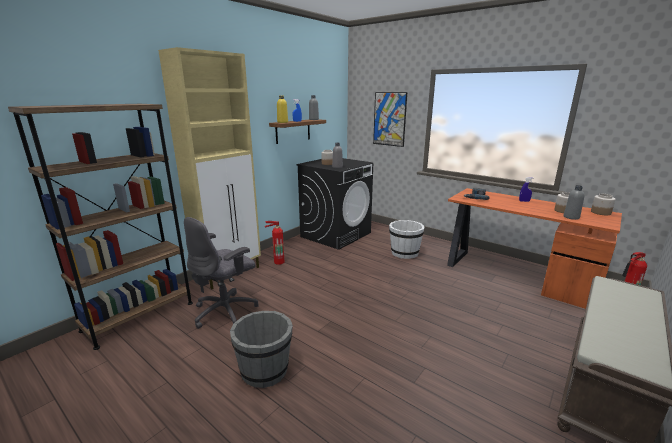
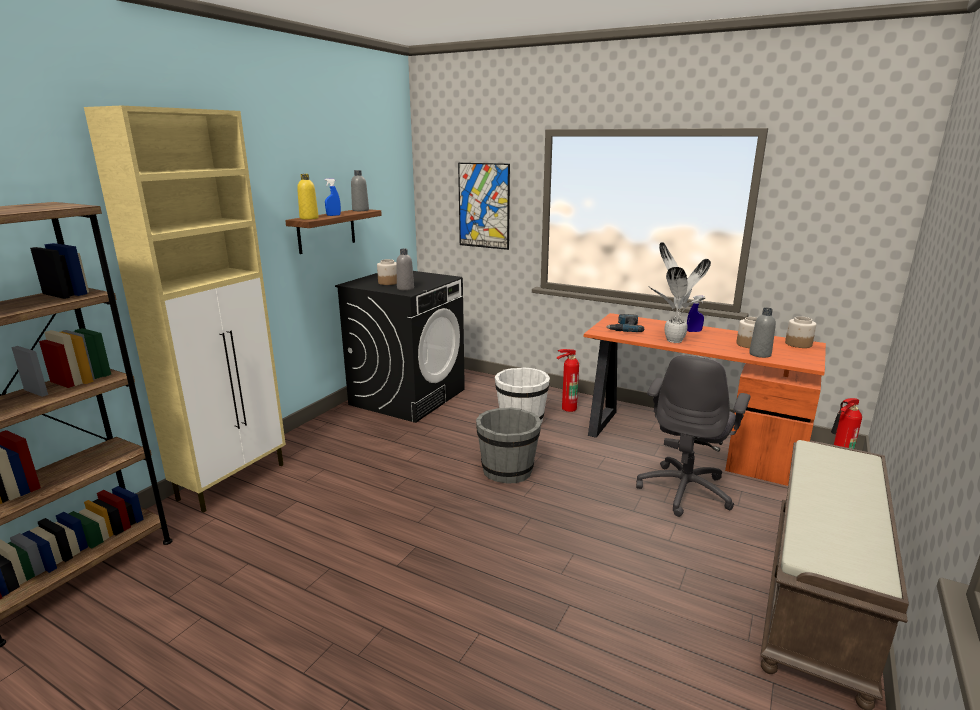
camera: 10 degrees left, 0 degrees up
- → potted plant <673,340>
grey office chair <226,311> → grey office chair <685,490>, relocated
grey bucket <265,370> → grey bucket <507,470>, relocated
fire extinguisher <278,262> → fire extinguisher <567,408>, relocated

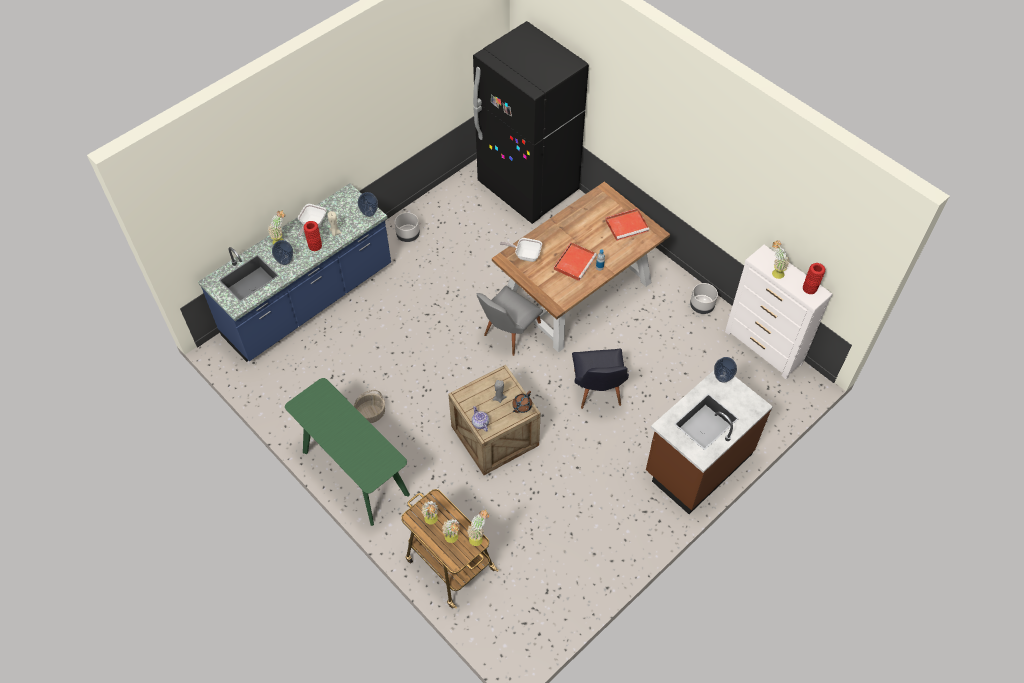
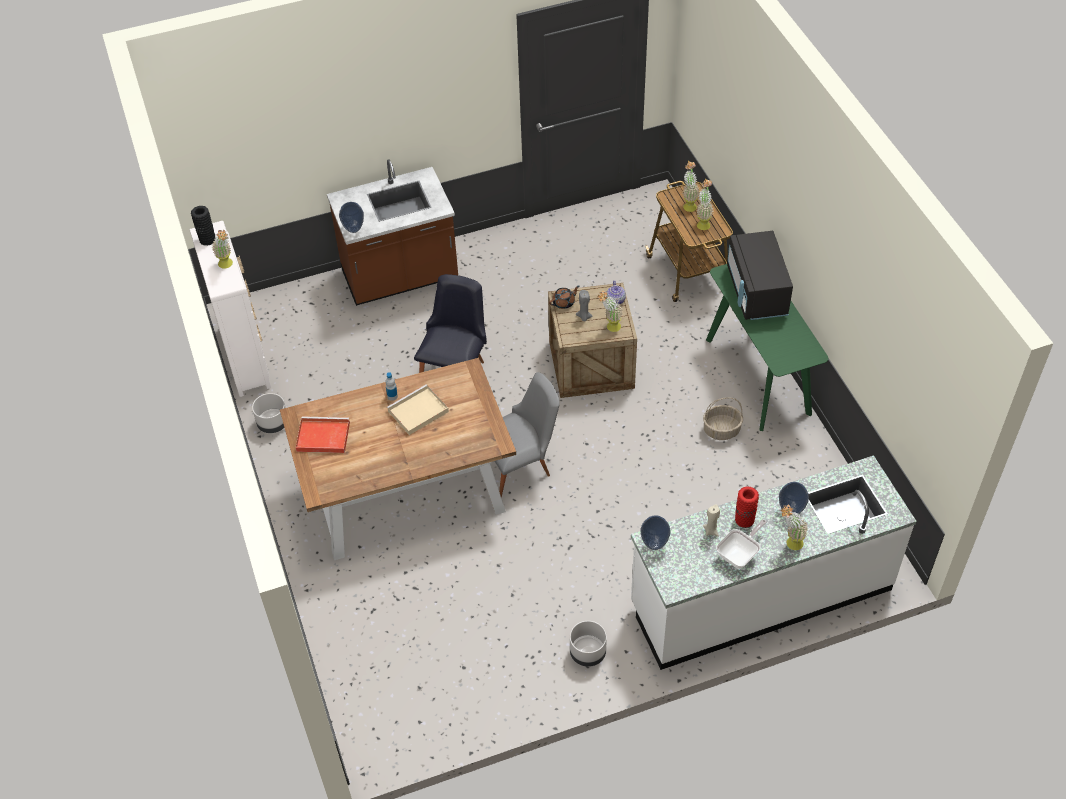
camera: 155 degrees left, 5 degrees down
black fridge <528,188> → -
frying pan <525,255> → -
- → black microwave <756,292>
potted plant <478,537> → potted plant <610,327>, relocated
blue counter <309,302> → white counter <760,596>
red tray <575,262> → beige tray <417,412>
red vase <809,288> → black vase <207,239>

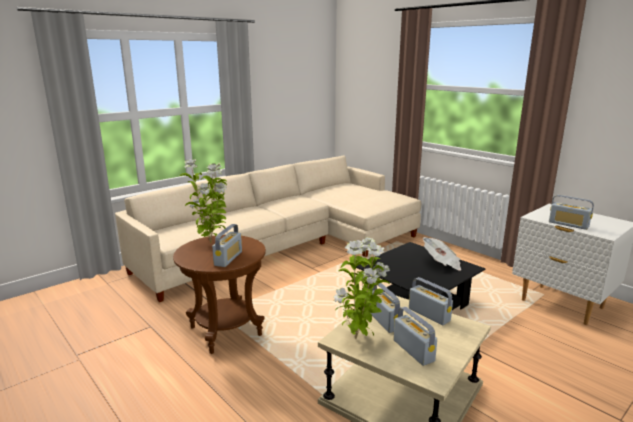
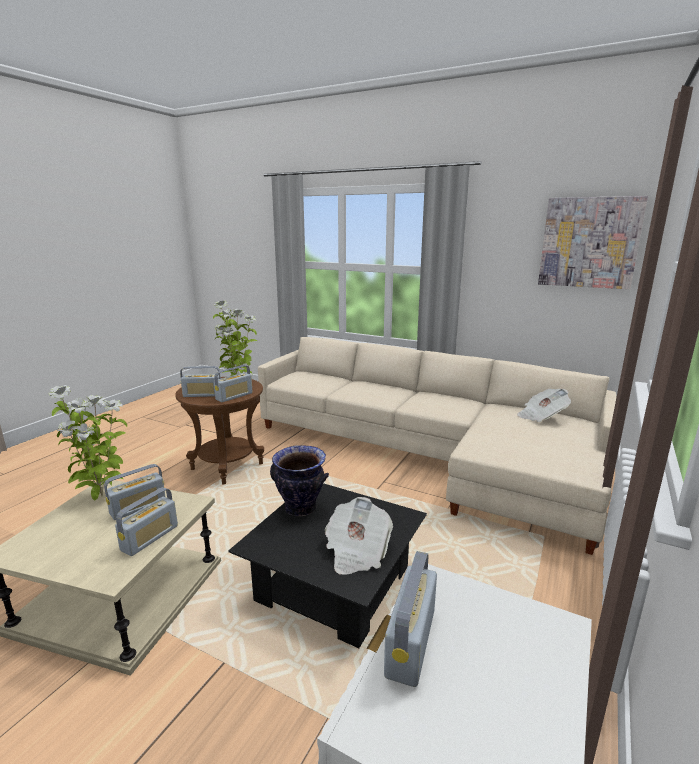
camera: 70 degrees right, 0 degrees up
- → vase <300,508>
- → newspaper <541,416>
- → picture <589,243>
radio <413,350> → radio <234,396>, relocated

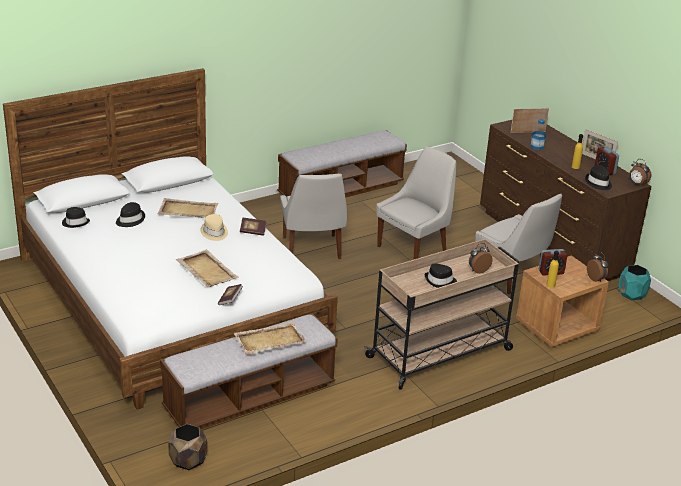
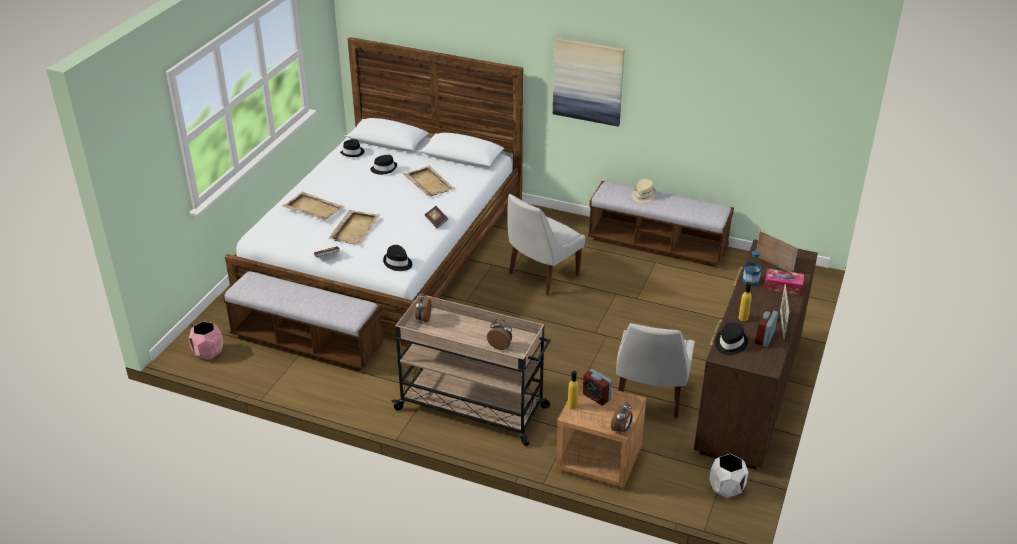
camera: 55 degrees right, 5 degrees up
white chair <414,248> → -
- → picture <588,81>
- → tissue box <783,286>
beige hat <214,232> → beige hat <643,195>, relocated
beige tray <269,340> → beige tray <313,208>, relocated
black hat <440,281> → black hat <398,263>, relocated
alarm clock <637,184> → alarm clock <423,319>, relocated
brown planter <187,461> → pink planter <208,352>
turquoise planter <632,295> → white planter <726,488>

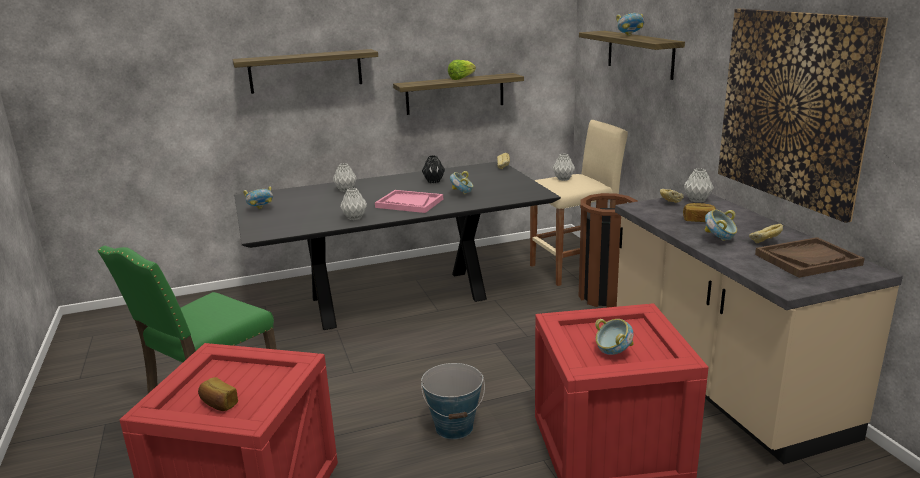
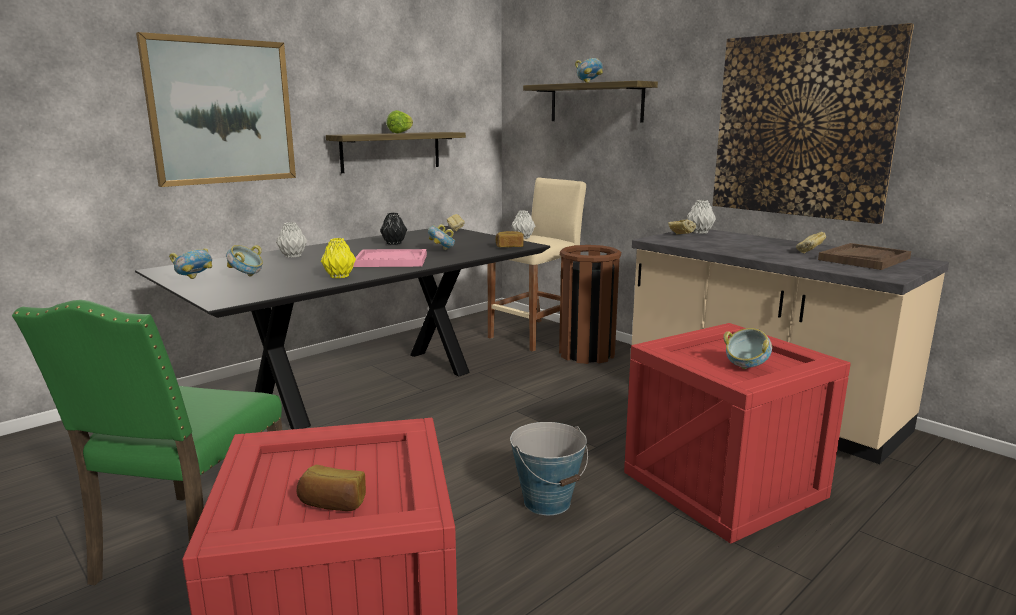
camera: 25 degrees left, 5 degrees down
bread <698,220> → bread <510,247>, relocated
bowl <719,240> → bowl <246,276>, relocated
shelf <305,71> → picture <222,112>
grey vase <355,218> → yellow vase <340,276>

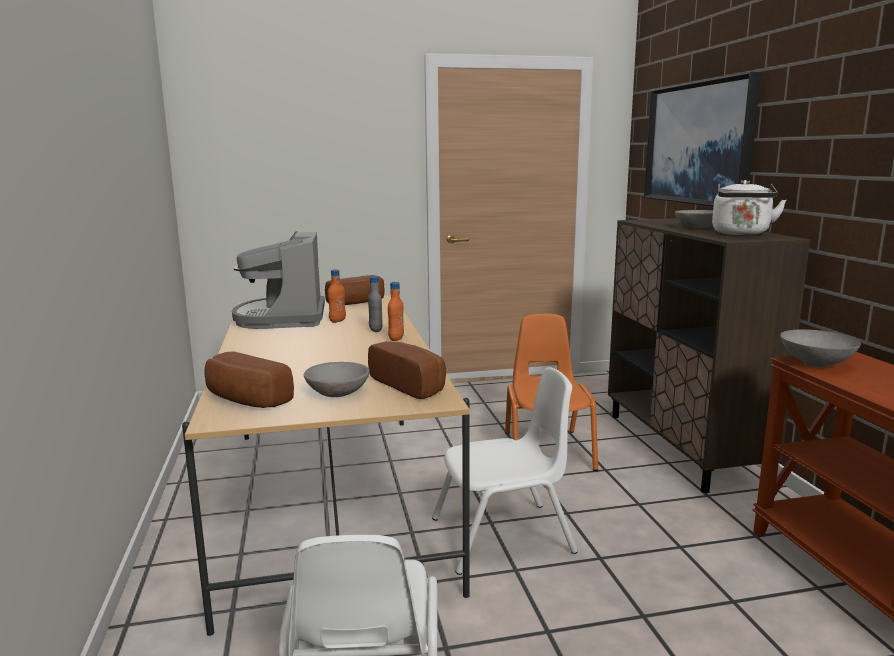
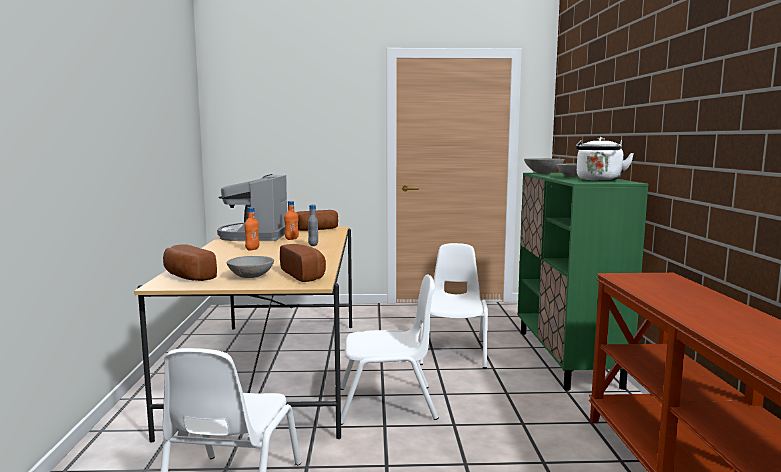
camera: 10 degrees right, 5 degrees down
picture <698,143> → -
orange bottle <396,338> → orange bottle <252,249>, relocated
grey bowl <814,363> → grey bowl <542,173>, relocated
orange chair <547,450> → white chair <454,352>
brown cabinet <682,447> → green cabinet <567,358>

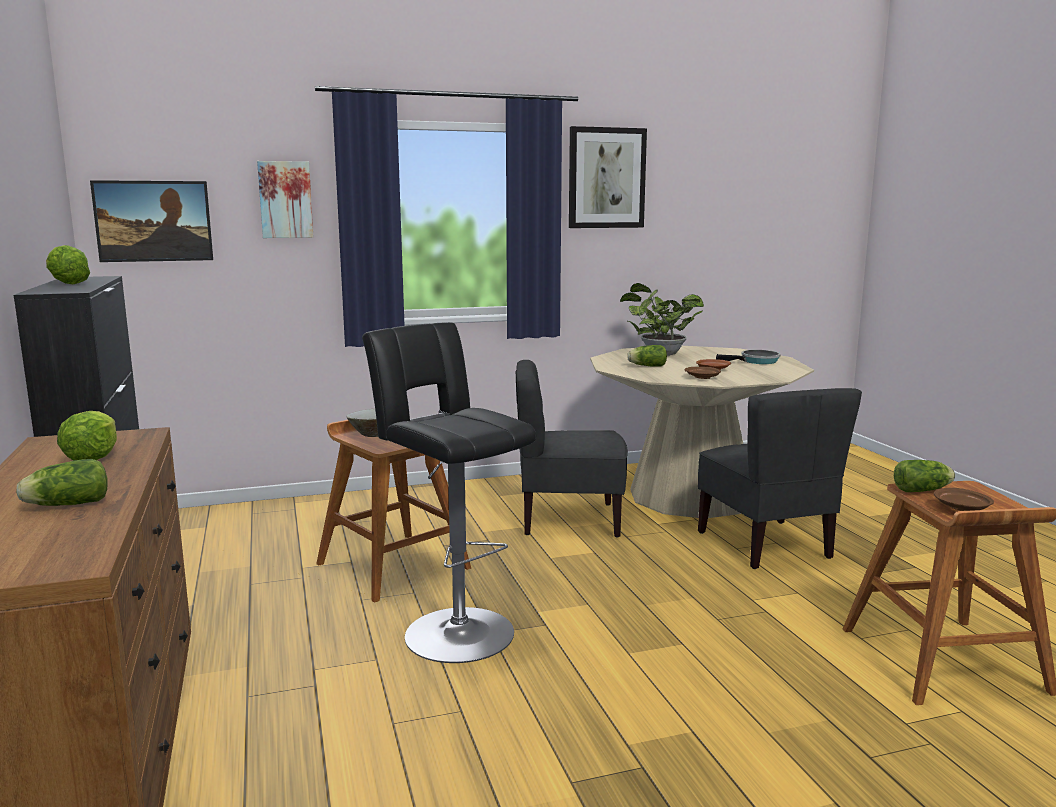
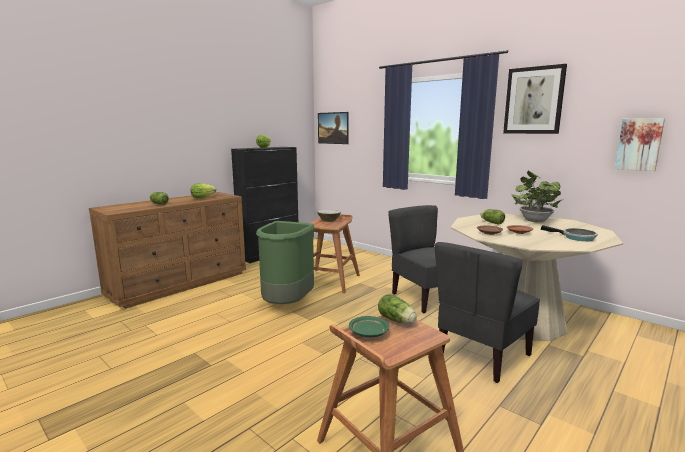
camera: 60 degrees right, 0 degrees up
picture <285,199> → picture <639,144>, relocated
black stool <454,631> → green trash can <287,305>
brown plate <962,508> → green plate <368,333>

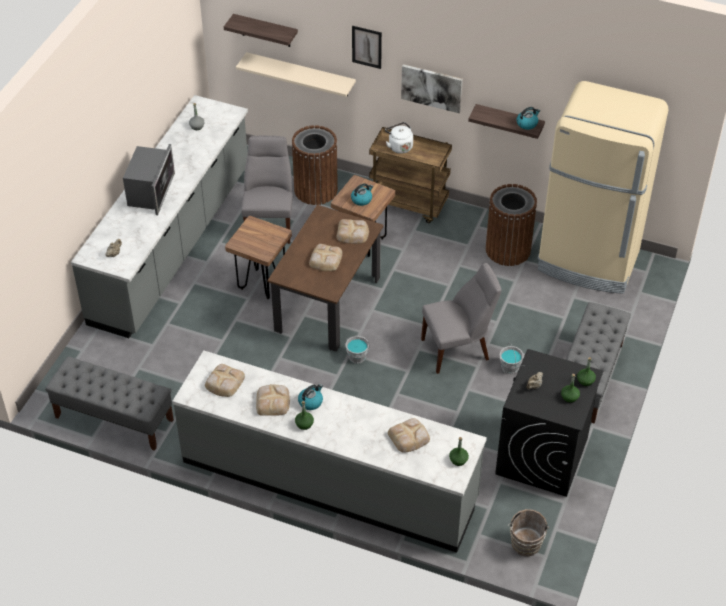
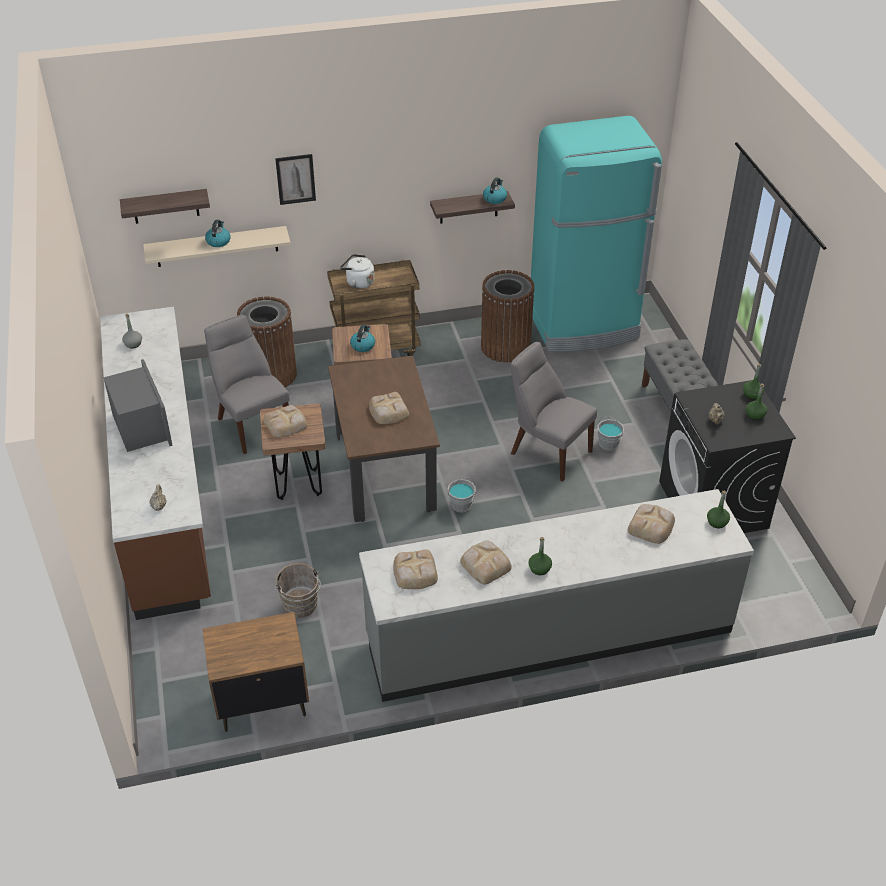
camera: 35 degrees left, 5 degrees down
picture <432,87> → -
kettle <310,402> → kettle <218,241>, relocated
bread <353,233> → bread <286,424>, relocated
brown bucket <525,546> → brown bucket <301,607>, relocated
grey bench <114,418> → brown nightstand <261,700>
grey counter <172,245> → brown counter <164,492>
beige fridge <588,262> → turquoise fridge <584,326>
grey chair <458,349> → grey chair <547,451>, 90 degrees counterclockwise

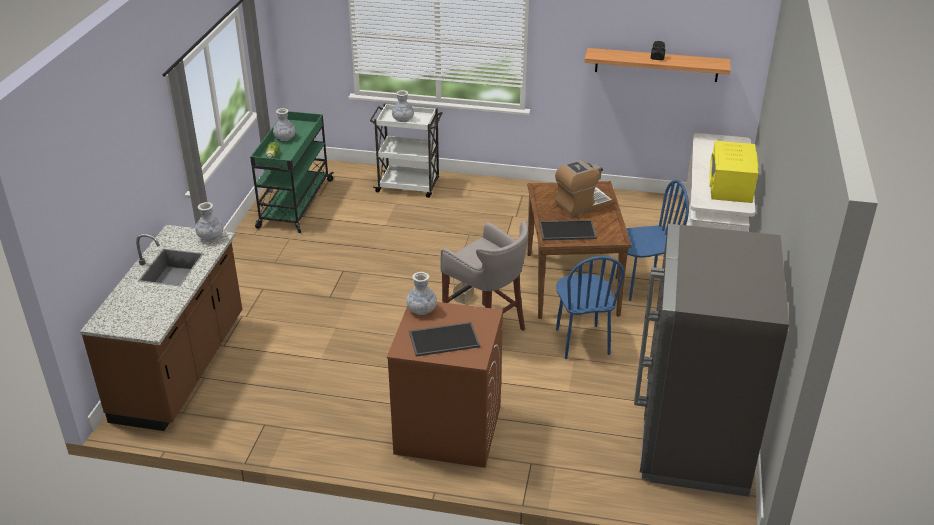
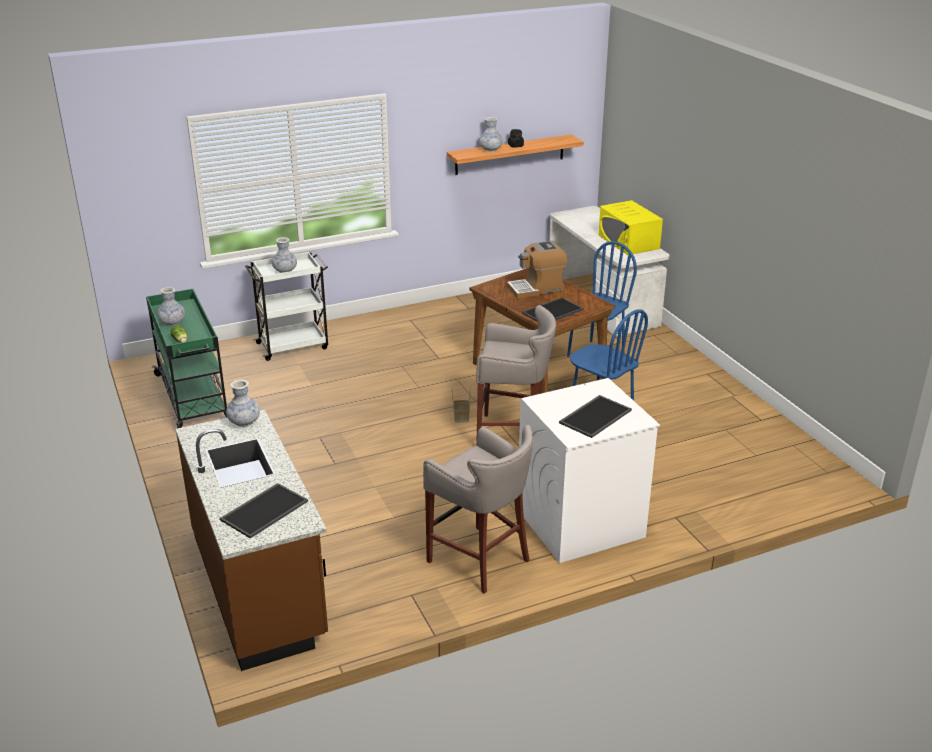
camera: 35 degrees left, 5 degrees down
grey fridge <693,439> → -
- → tray <264,510>
- → grey stool <481,561>
vase <421,310> → vase <490,149>, relocated
brown washing machine <447,430> → white washing machine <579,523>
coffee machine <582,204> → coffee machine <536,289>, 135 degrees counterclockwise

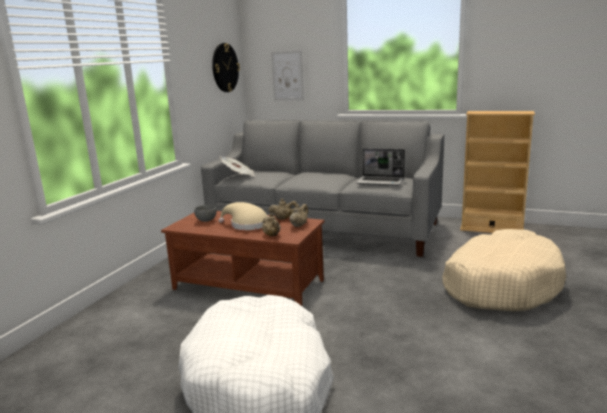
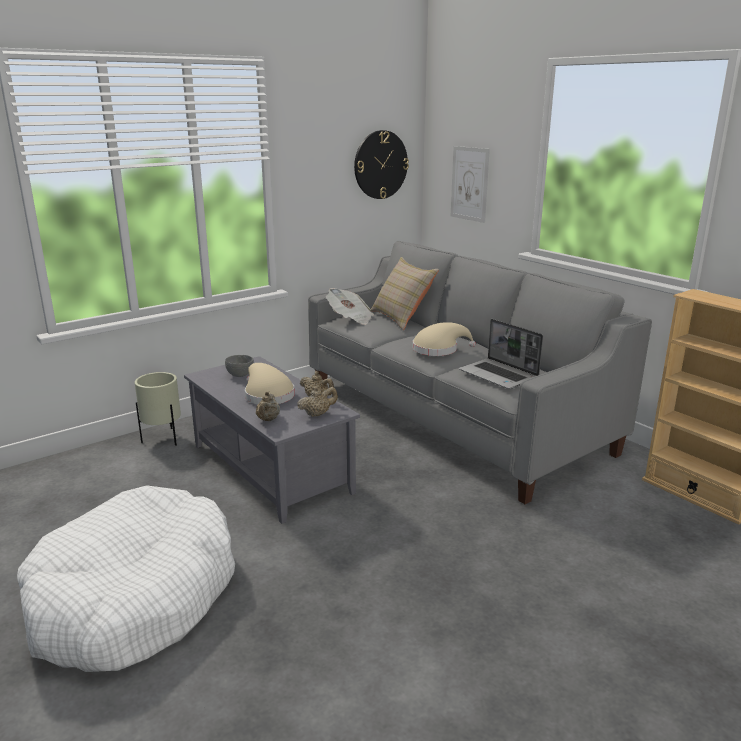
camera: 30 degrees right, 5 degrees up
beige dog bed <500,285> → -
- → beige planter <162,439>
- → beige pillow <401,318>
- → beige hat <438,349>
brown coffee table <249,284> → grey coffee table <272,468>

